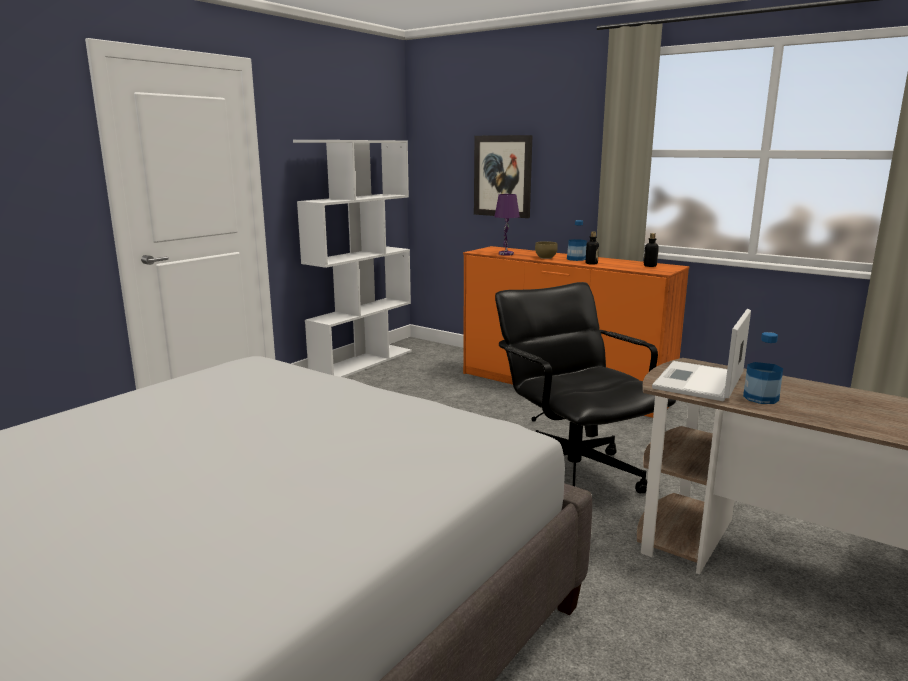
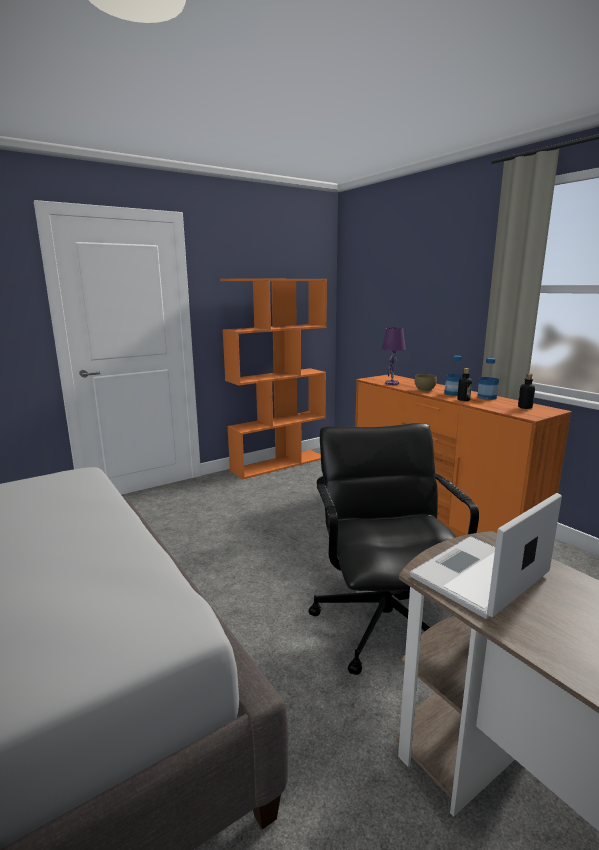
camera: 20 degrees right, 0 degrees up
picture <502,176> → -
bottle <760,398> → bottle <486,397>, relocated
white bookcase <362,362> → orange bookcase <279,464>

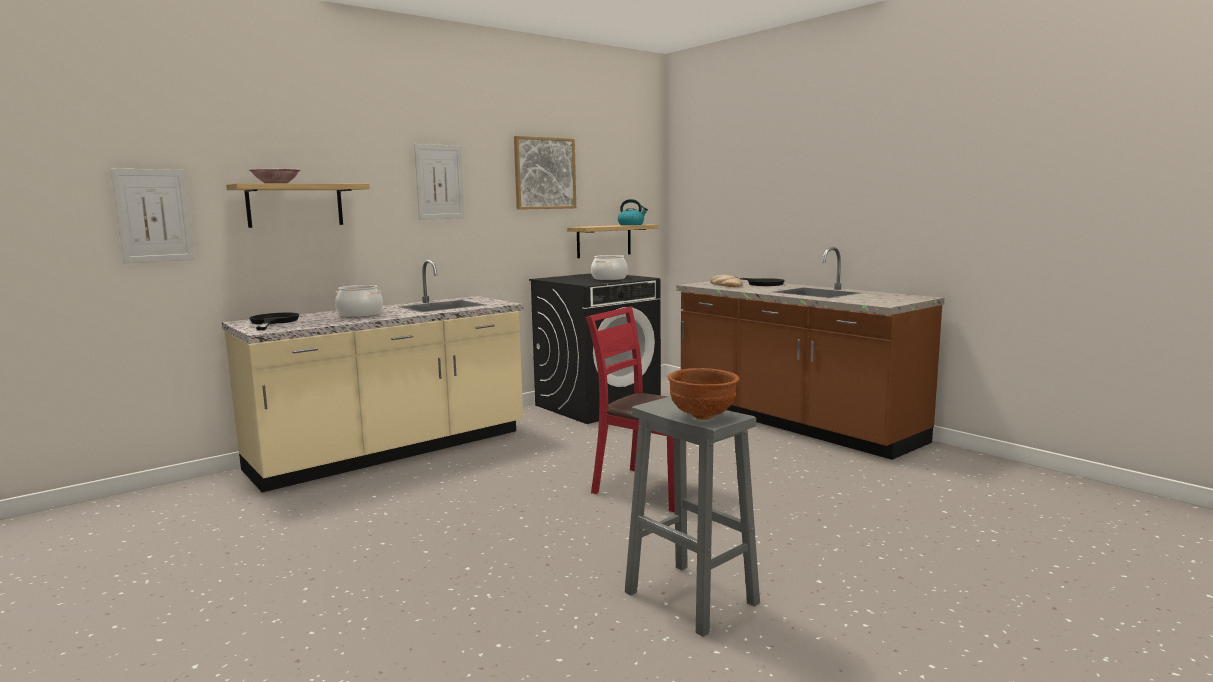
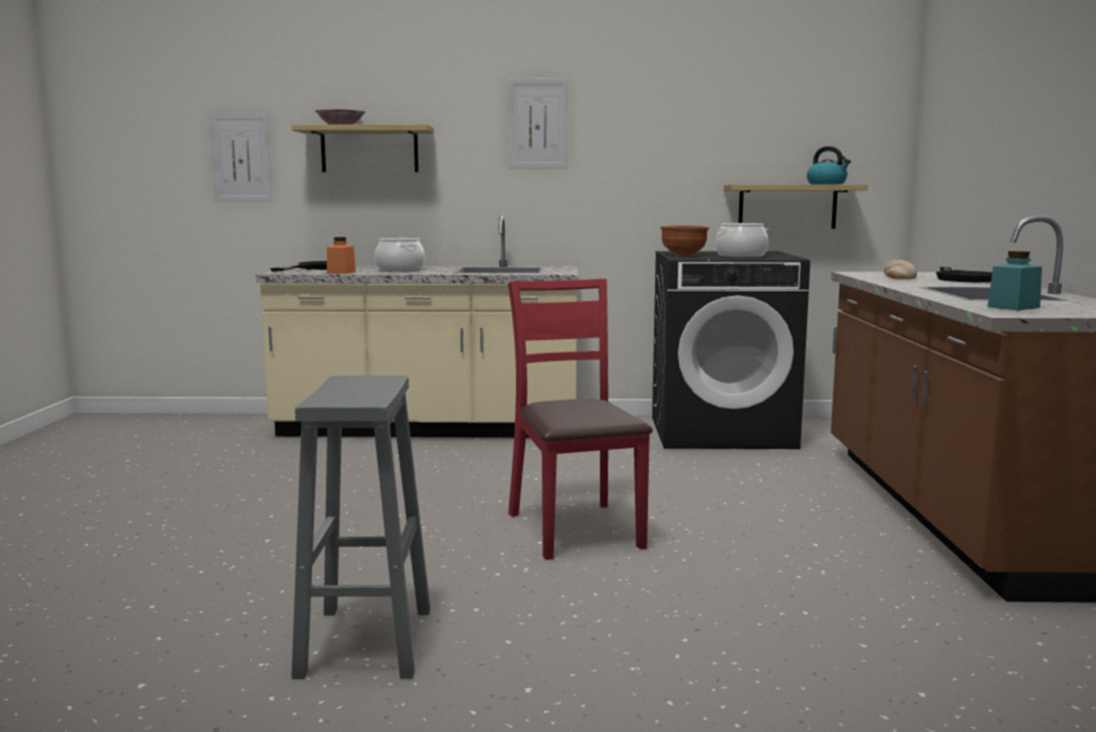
camera: 40 degrees right, 0 degrees up
picture <544,173> → -
- → orange jar <341,272>
- → turquoise jar <1013,307>
brown bowl <703,416> → brown bowl <683,255>, relocated

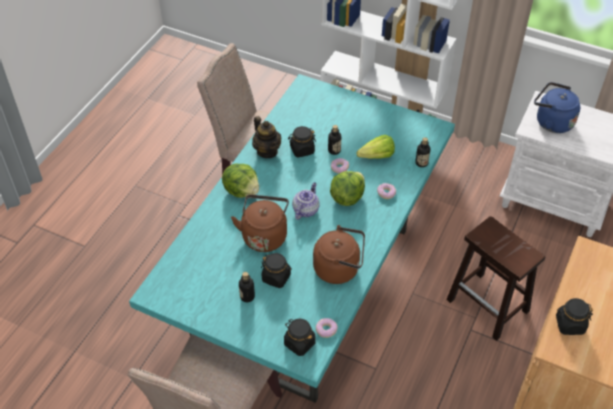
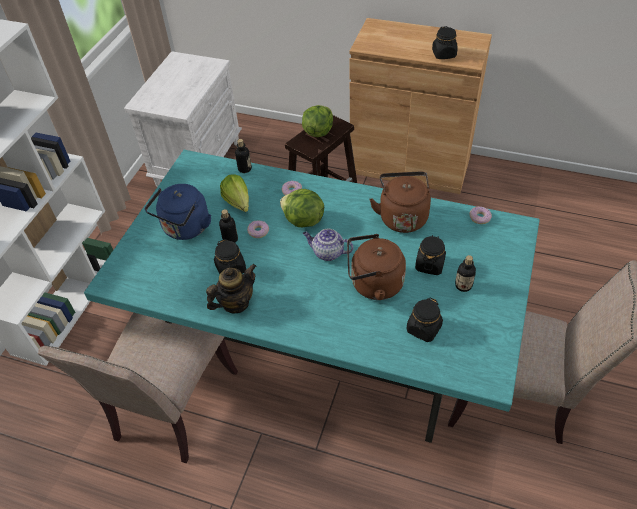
camera: 95 degrees left, 0 degrees up
lettuce <242,190> → lettuce <318,131>, relocated
black jar <299,343> → black jar <423,329>, relocated
blue kettle <551,122> → blue kettle <185,229>, relocated

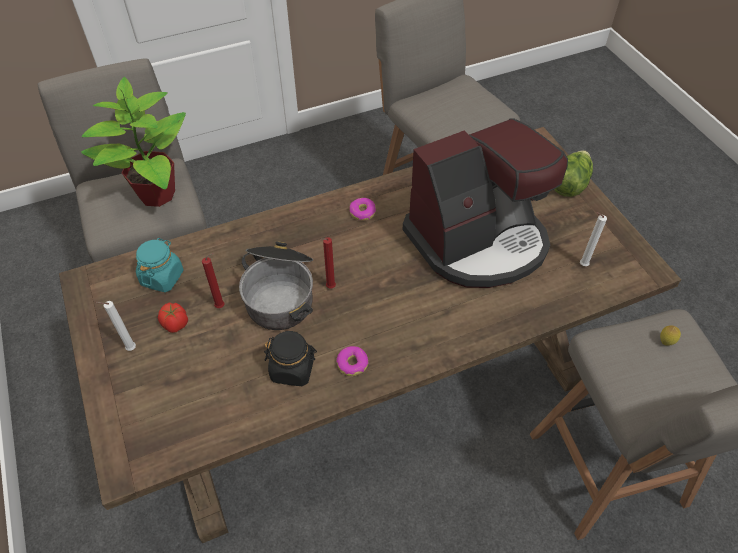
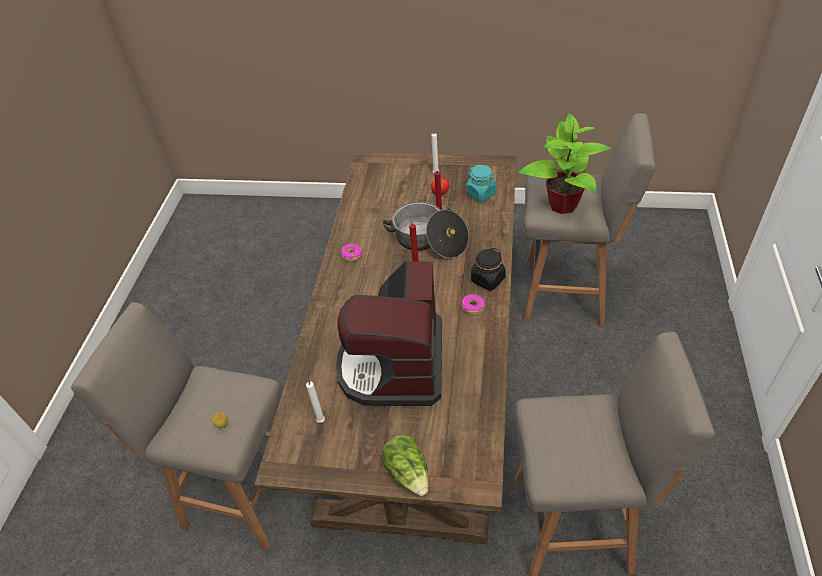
camera: 125 degrees right, 5 degrees down
black jar <293,369> → black jar <487,280>, relocated

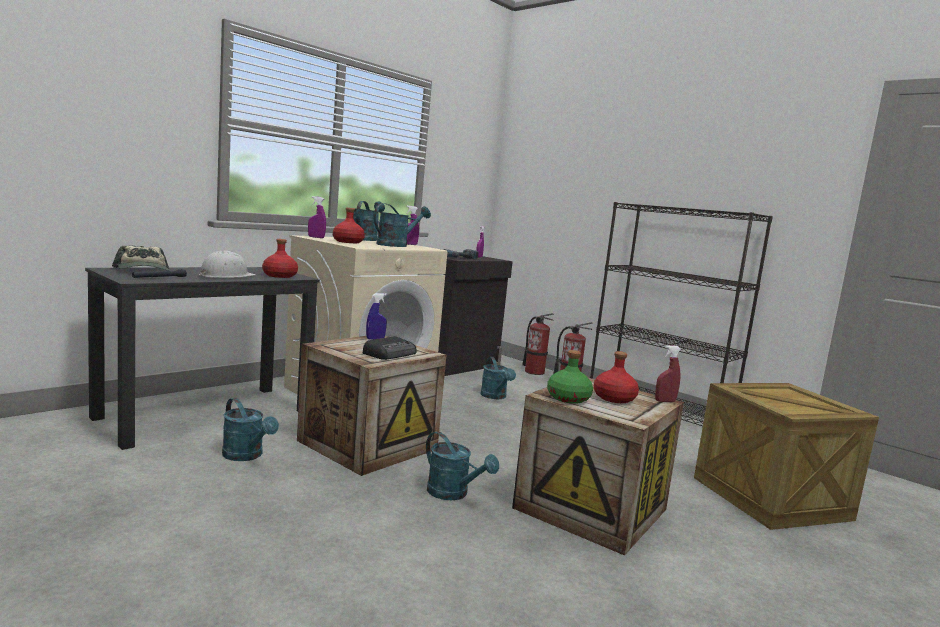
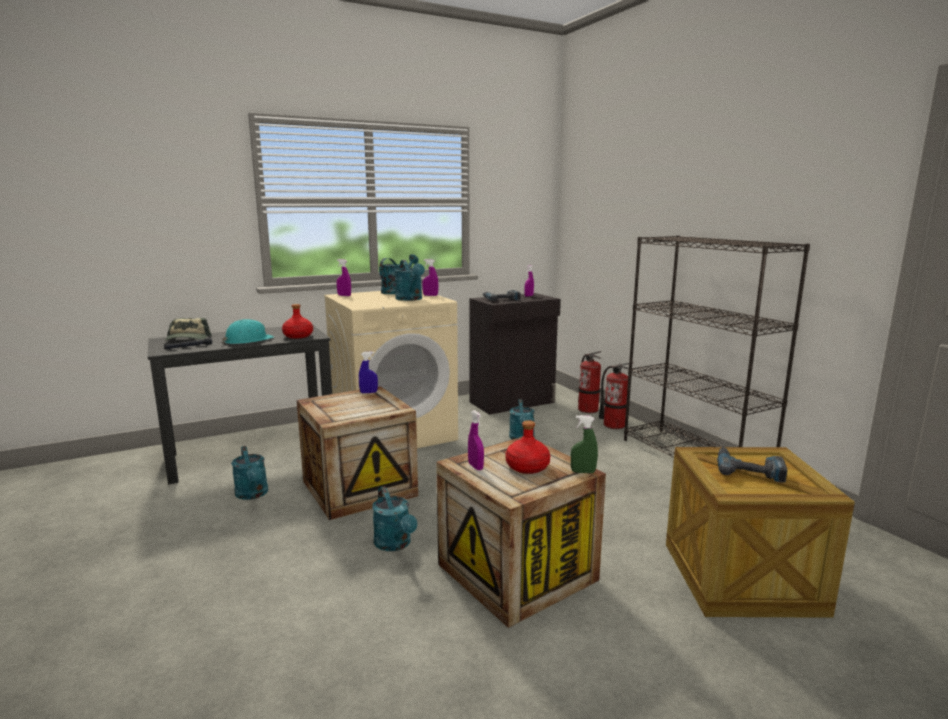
camera: 20 degrees right, 5 degrees up
red bottle <348,242> → -
radio <390,353> → -
- → power drill <748,469>
green bottle <568,398> → purple spray bottle <475,466>
white hard hat <226,276> → turquoise hard hat <248,340>
red spray bottle <665,401> → green spray bottle <583,472>
turquoise watering can <396,245> → turquoise watering can <410,299>, 90 degrees clockwise

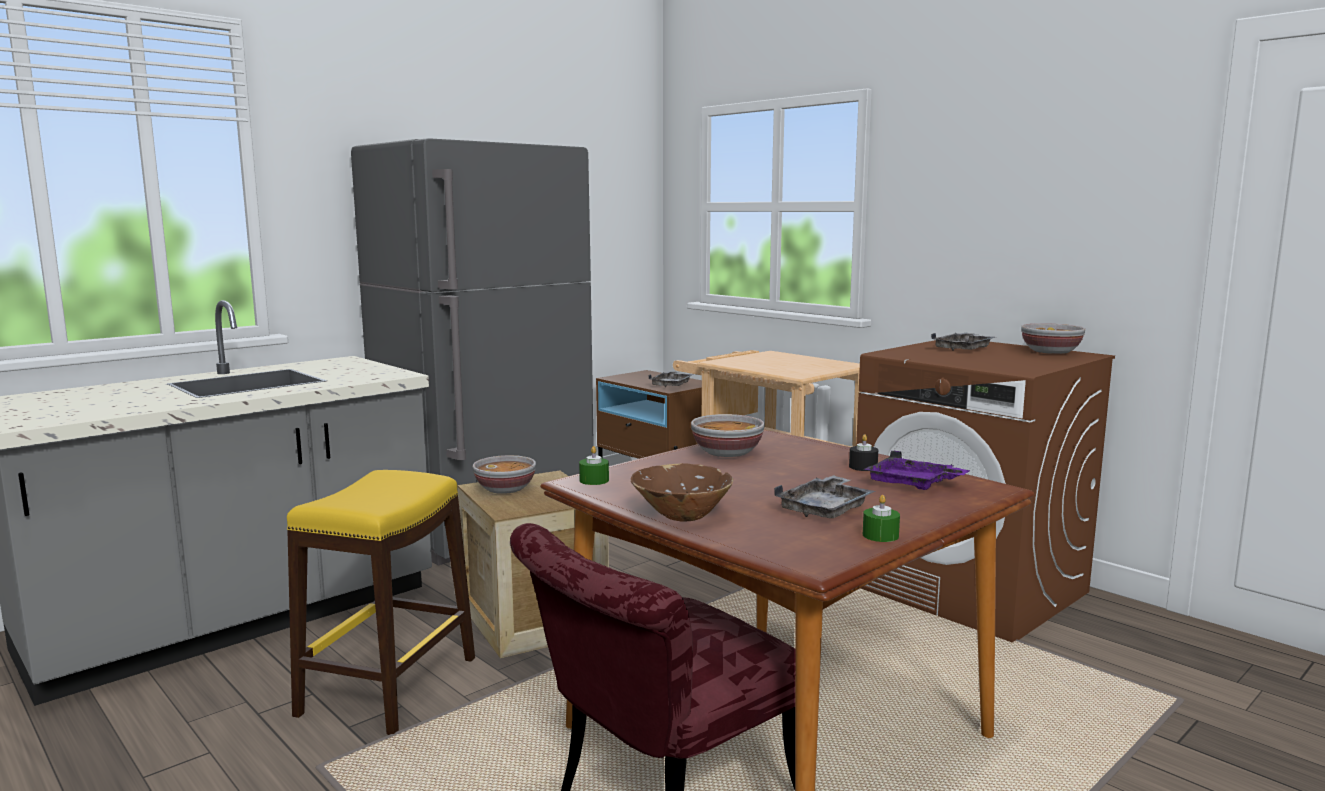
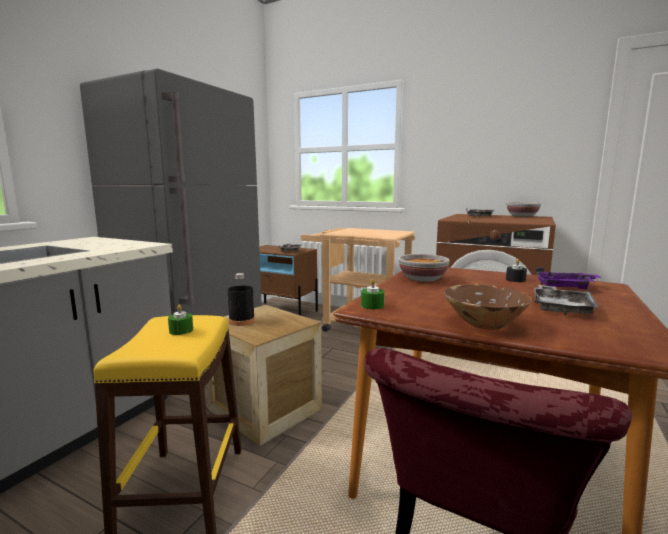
camera: 20 degrees left, 0 degrees up
green candle <880,535> → green candle <181,330>, relocated
bowl <506,489> → black bottle <241,321>

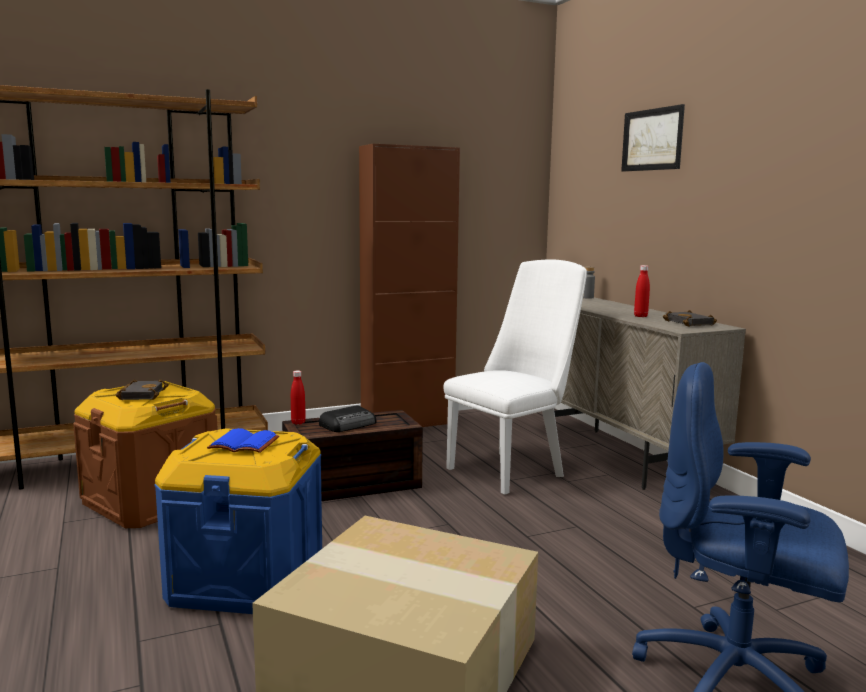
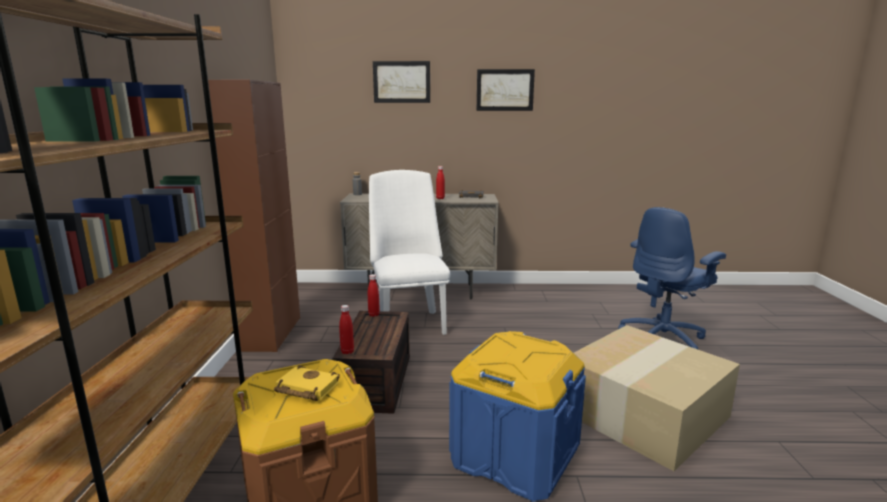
camera: 65 degrees left, 5 degrees up
blue book <242,444> → -
radio <349,424> → -
- → red bottle <374,315>
- → picture <505,90>
black book <141,394> → yellow book <305,388>

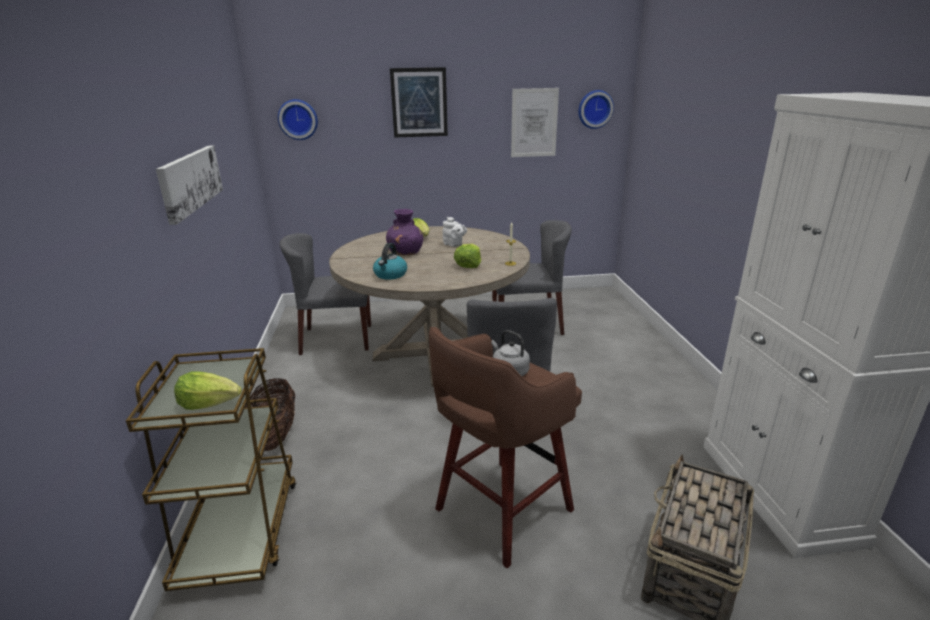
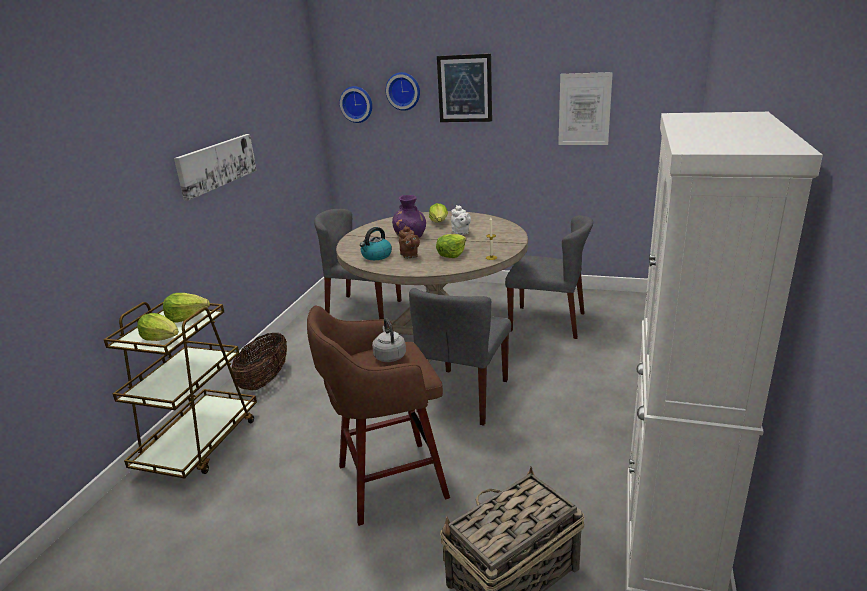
camera: 25 degrees right, 0 degrees up
- → lettuce <187,317>
- → brown teapot <409,256>
wall clock <594,109> → wall clock <403,91>, relocated

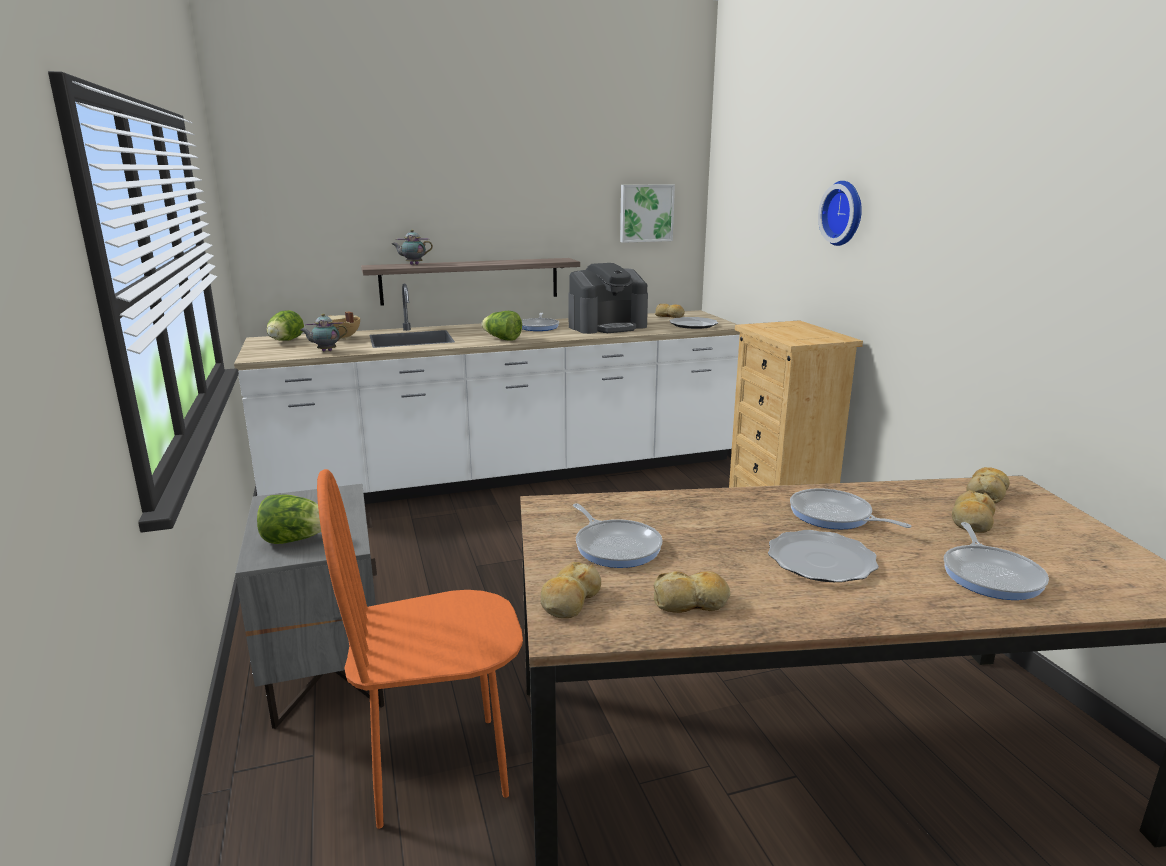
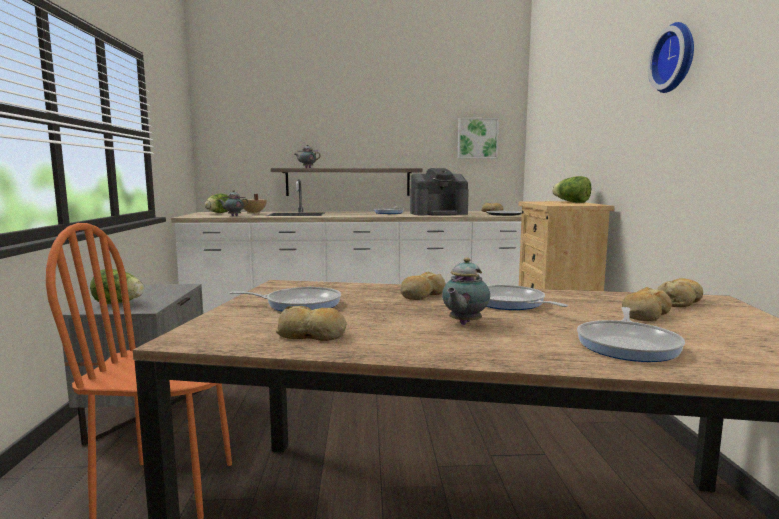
camera: 15 degrees right, 10 degrees down
lettuce <502,339> → lettuce <571,202>, relocated
bread <570,601> → bread <422,295>, relocated
wall clock <844,213> → wall clock <676,58>, relocated
plate <820,560> → teapot <463,323>
frying pan <616,546> → frying pan <299,304>, 75 degrees counterclockwise

